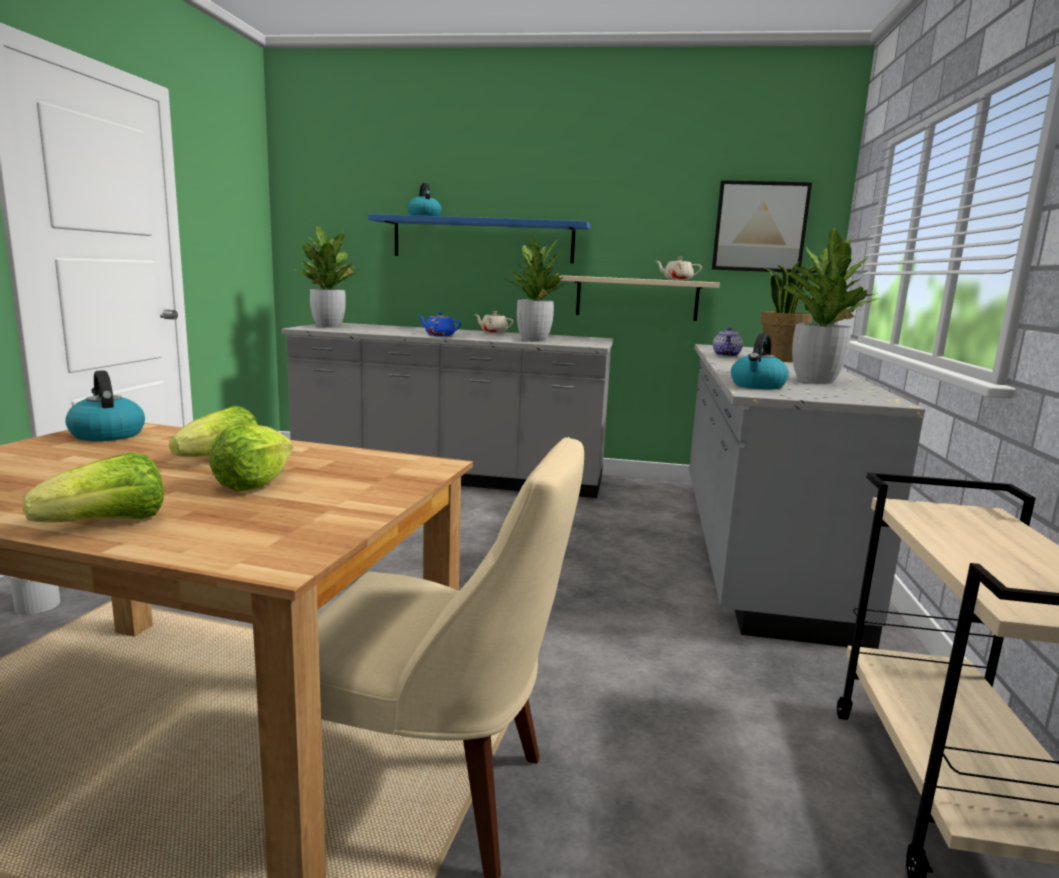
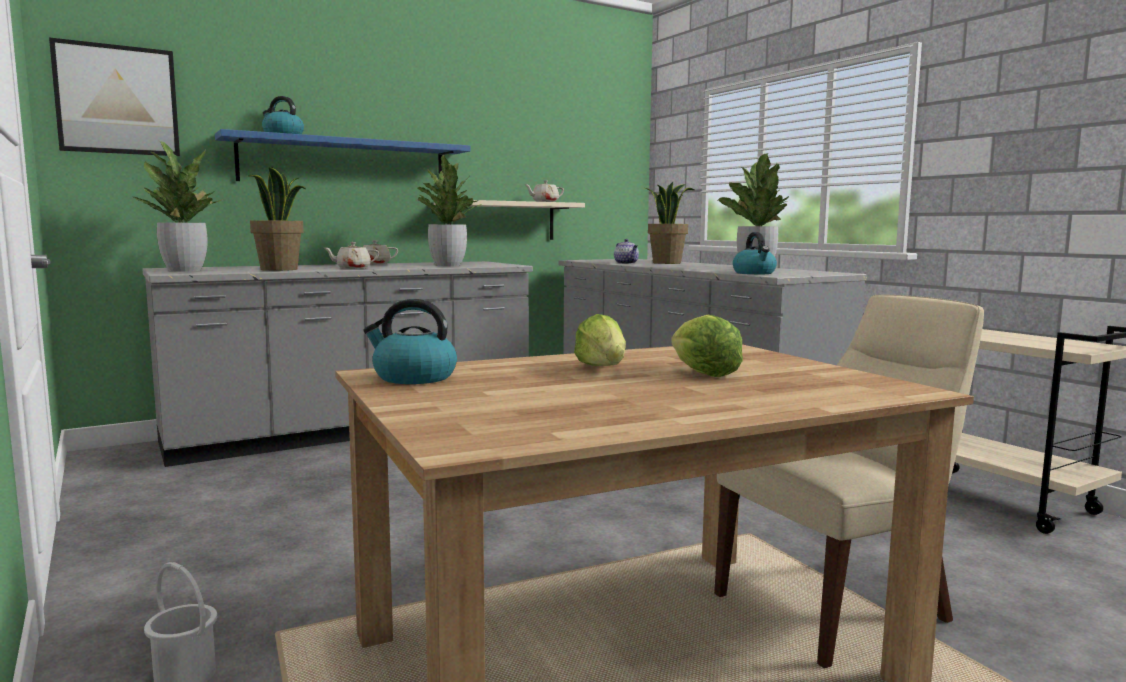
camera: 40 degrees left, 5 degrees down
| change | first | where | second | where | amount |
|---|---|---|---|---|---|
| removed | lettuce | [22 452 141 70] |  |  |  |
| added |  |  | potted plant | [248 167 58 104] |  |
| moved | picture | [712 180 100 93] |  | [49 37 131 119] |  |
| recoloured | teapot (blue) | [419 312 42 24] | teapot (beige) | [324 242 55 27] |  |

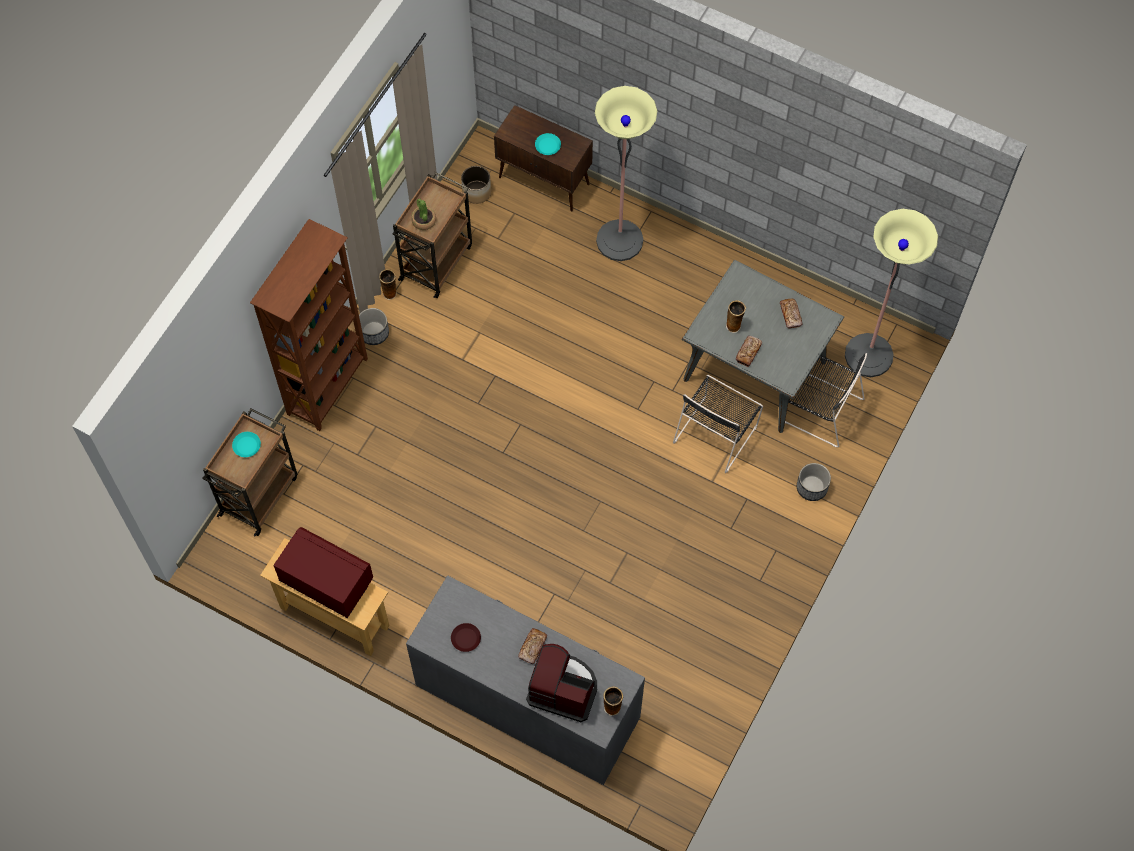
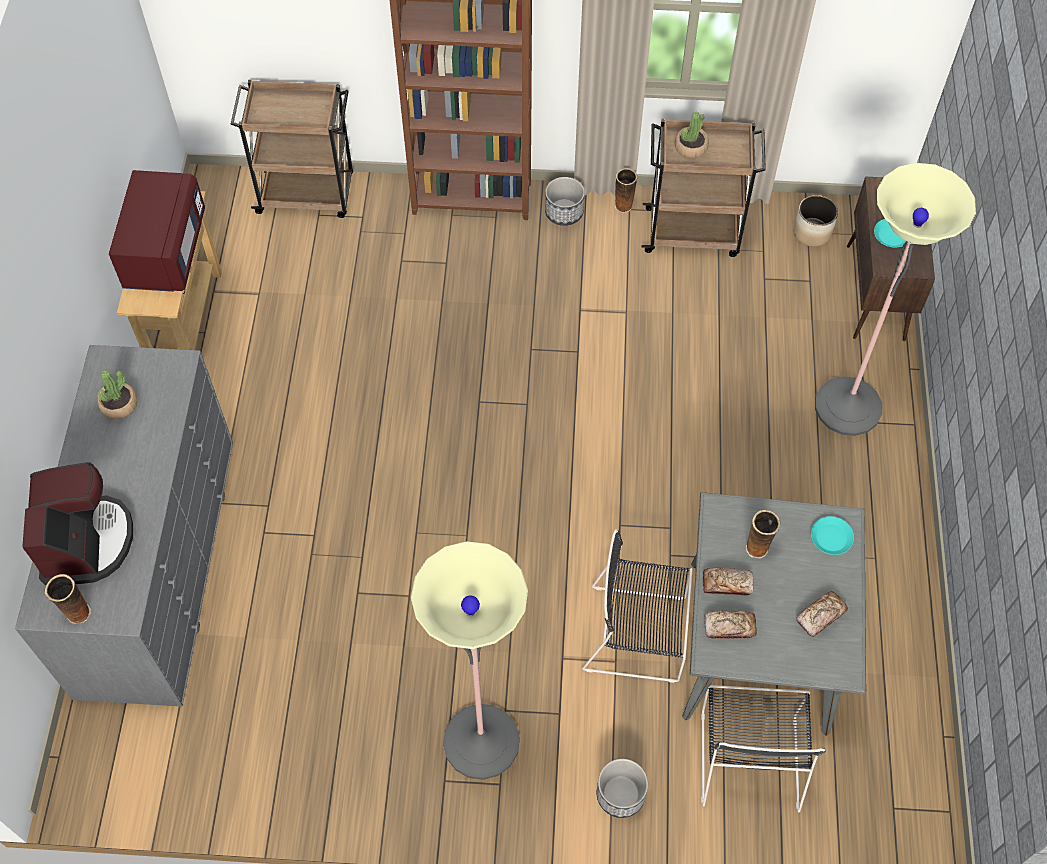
camera: 65 degrees right, 5 degrees down
| change | first | where | second | where | amount |
|---|---|---|---|---|---|
| moved | plate (turquoise) | [232 432 29 25] |  | [811 516 43 39] |  |
| moved | bread | [518 628 29 36] |  | [705 611 52 28] |  |
| moved | floor lamp | [845 209 93 168] |  | [411 541 117 239] |  |
| replaced | plate (brown) | [451 623 30 29] | potted plant | [97 370 41 49] |  |

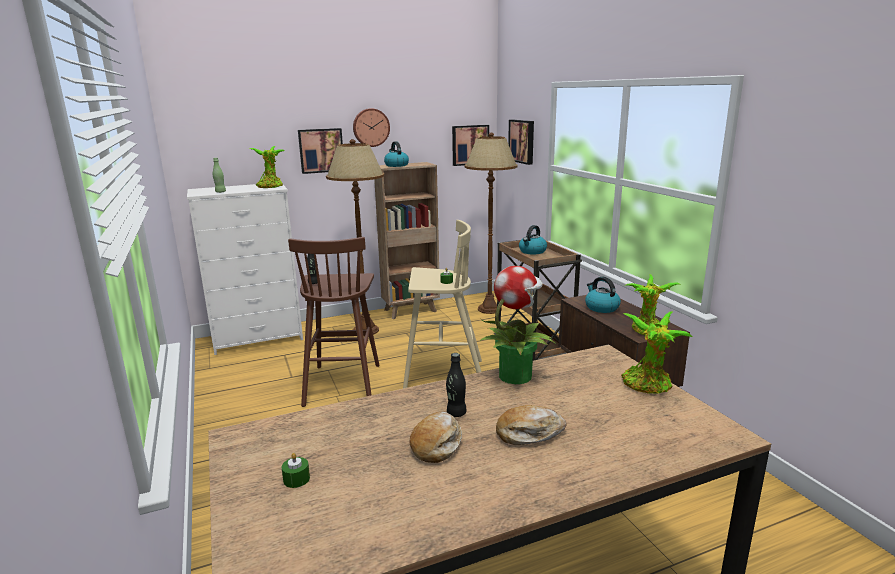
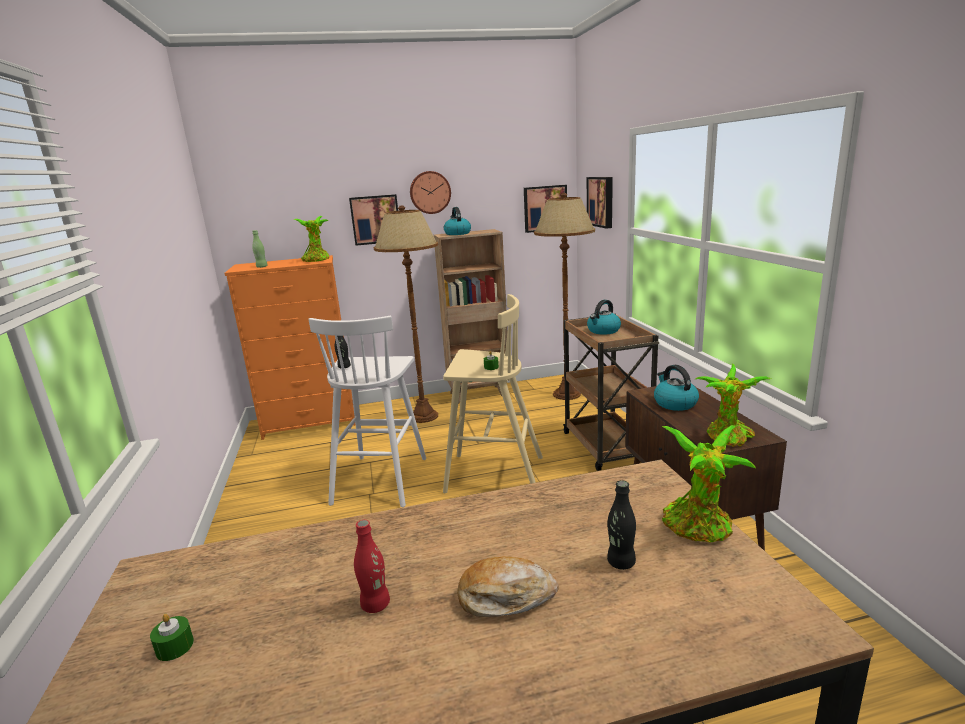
camera: 10 degrees right, 0 degrees up
| change | first | where | second | where | amount |
|---|---|---|---|---|---|
| removed | potted plant | [480 266 76 118] |  |  |  |
| moved | bottle (black) | [446 353 21 64] |  | [607 480 29 90] |  |
| replaced | bread | [410 412 52 51] | bottle (red) | [354 520 36 93] |  |
| recoloured | dresser (white) | [187 184 116 171] | dresser (orange) | [225 255 130 185] |  |
| recoloured | stool (brown) | [288 237 92 170] | stool (white) | [308 316 118 191] |  |

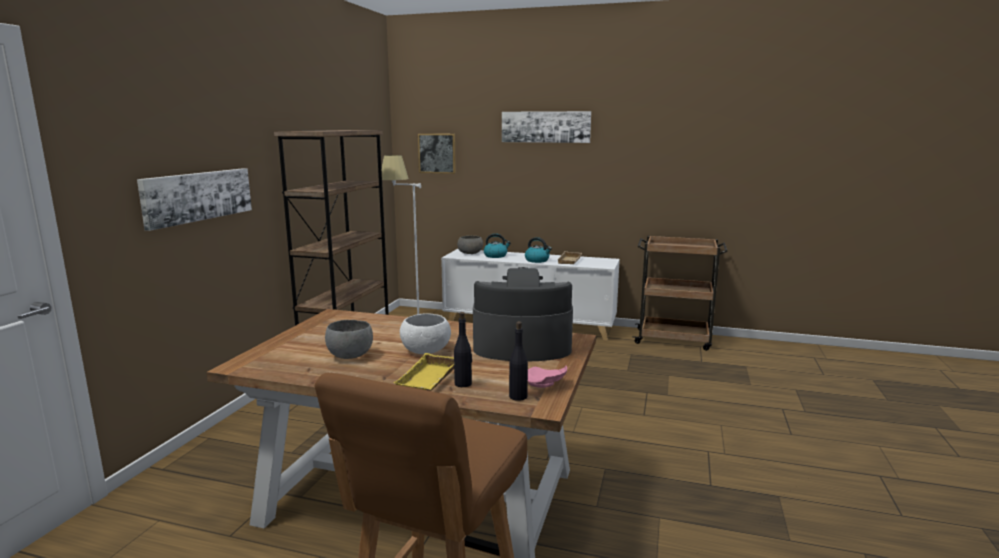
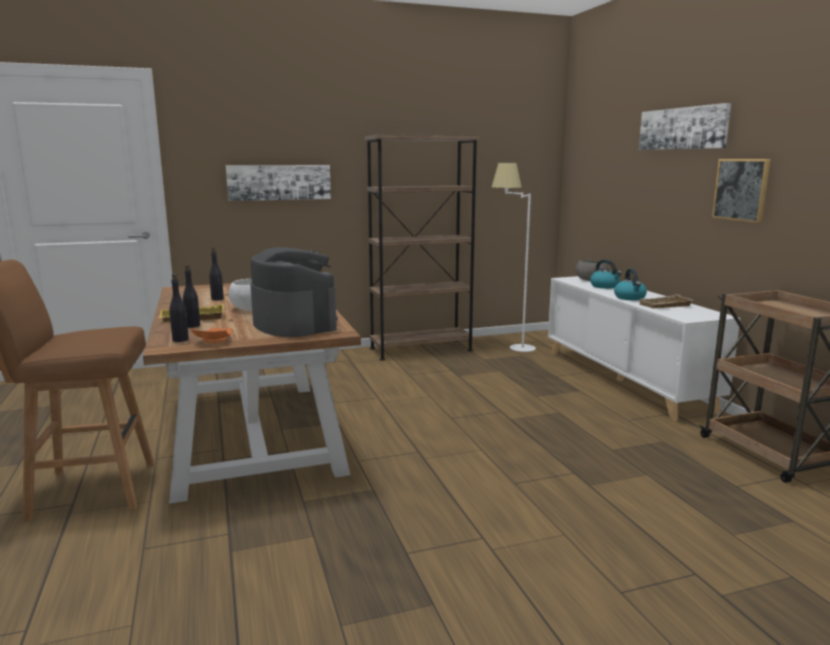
camera: 55 degrees right, 0 degrees up
| change | first | where | second | where | amount |
|---|---|---|---|---|---|
| moved | picture | [418 134 38 40] |  | [712 159 58 64] |  |
| replaced | bowl (grey) | [325 320 48 39] | bottle (black) | [209 247 15 54] |  |
| recoloured | plate (pink) | [528 366 39 22] | plate (orange) | [191 328 41 15] |  |

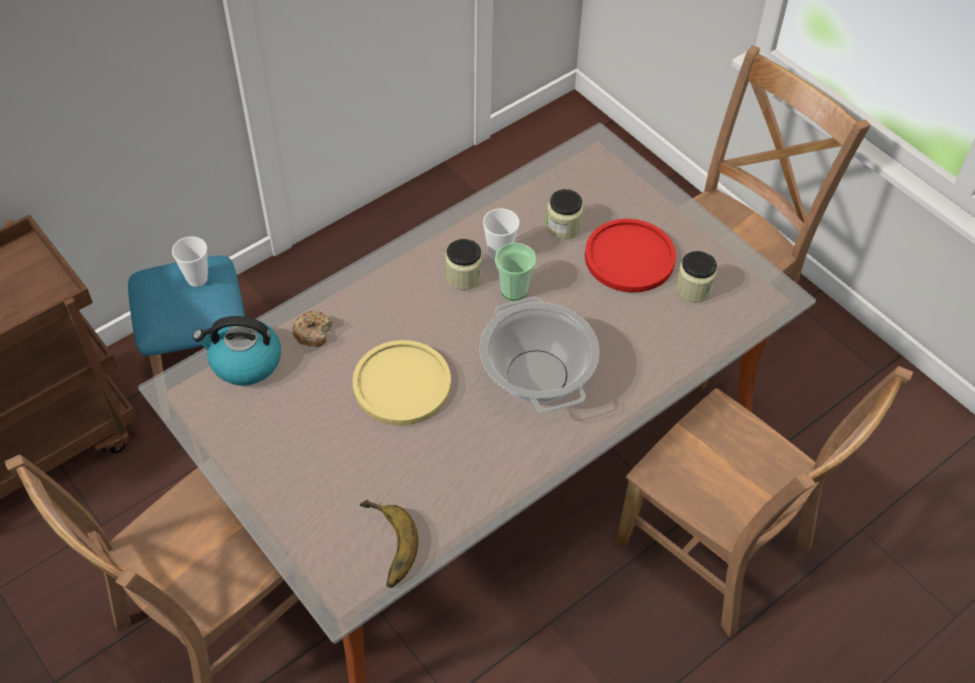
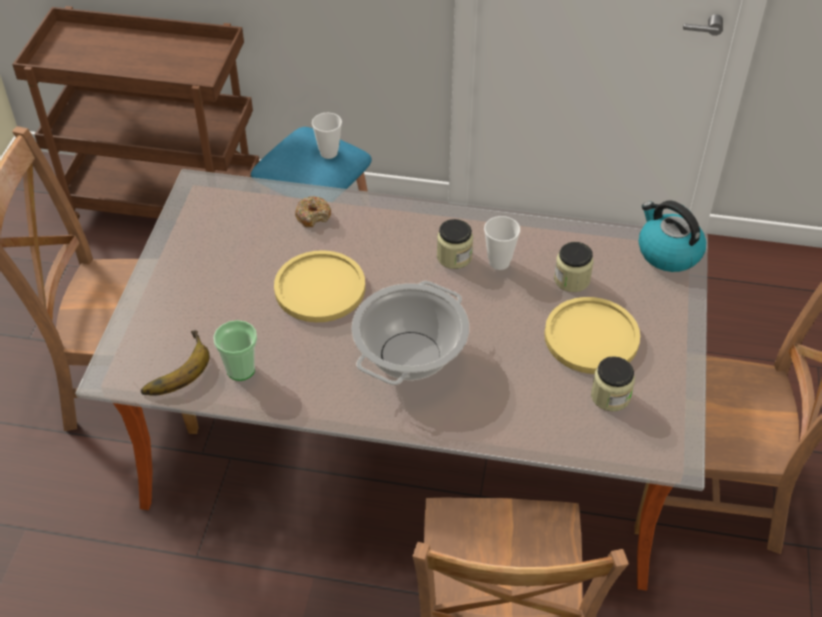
camera: 50 degrees right, 5 degrees down
| change | first | where | second | where | amount |
|---|---|---|---|---|---|
| moved | kettle | [193 316 88 70] |  | [639 200 67 72] |  |
| moved | cup | [495 243 41 57] |  | [213 320 44 61] |  |
| recoloured | plate (red) | [585 219 91 74] | plate (yellow) | [544 297 96 77] |  |

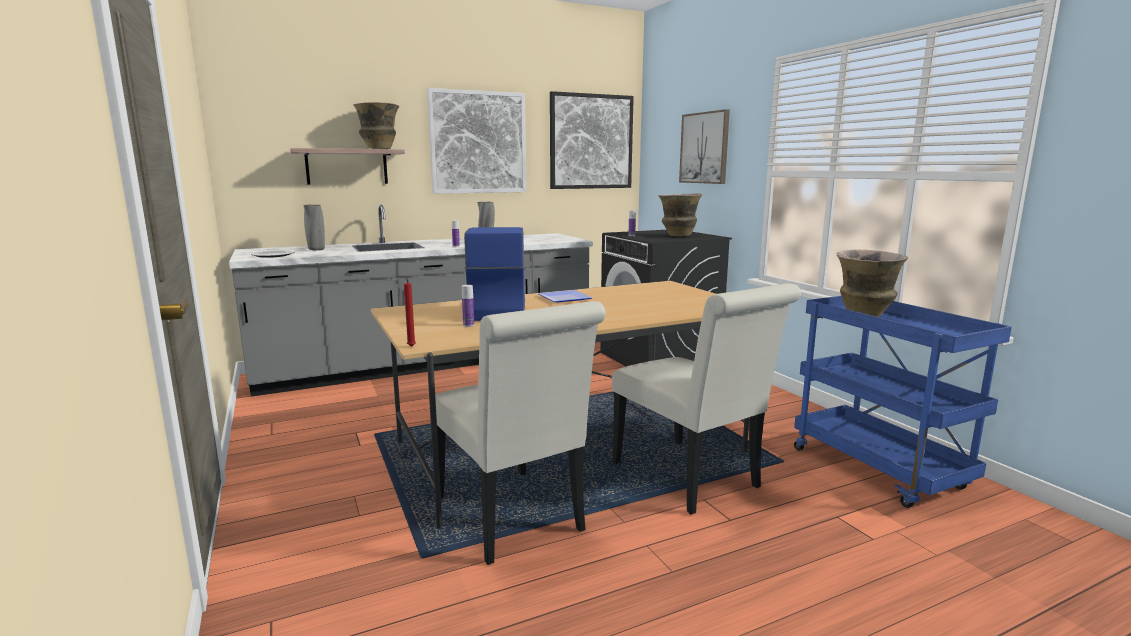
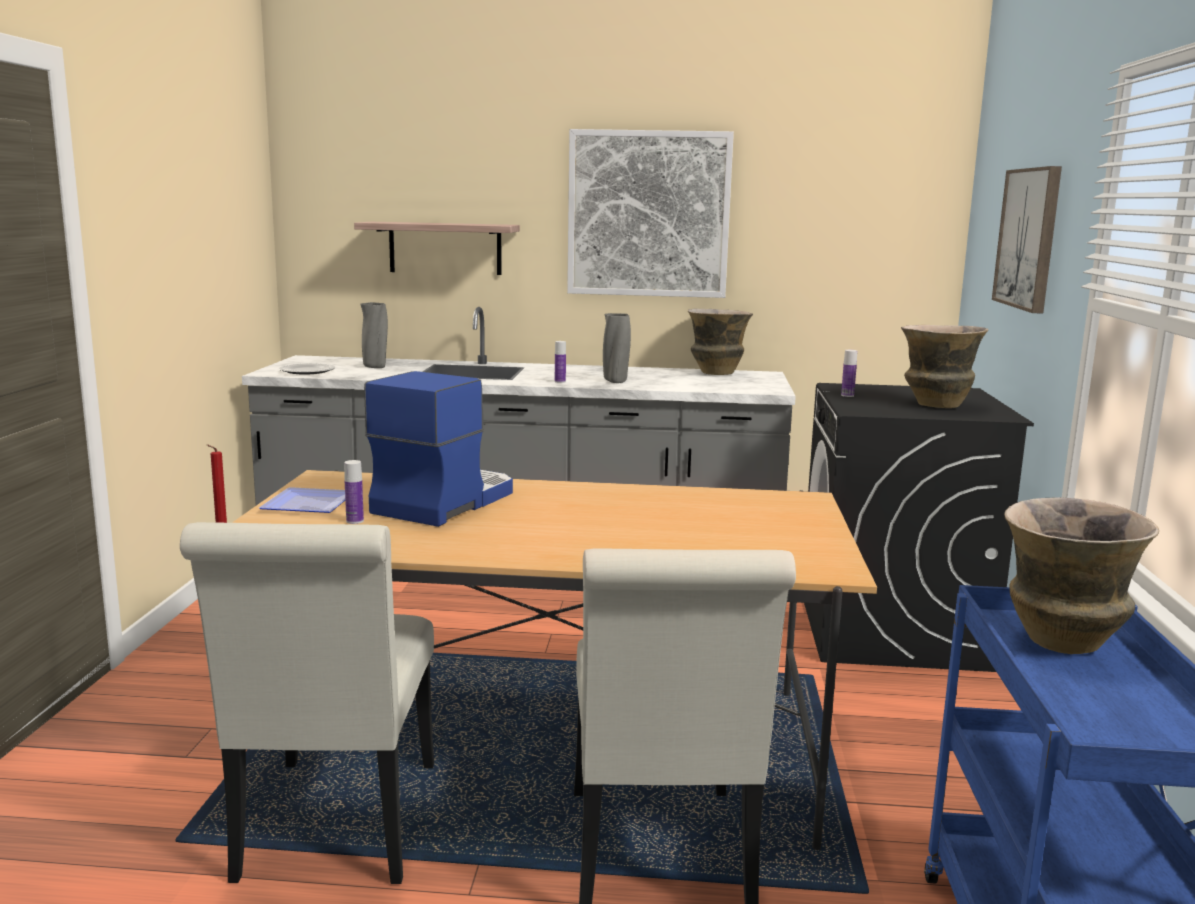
camera: 30 degrees right, 0 degrees up
| change | first | where | second | where | amount |
|---|---|---|---|---|---|
| removed | picture | [550 91 84 98] |  |  |  |
| moved | vase | [353 102 46 47] |  | [688 308 65 67] |  |
| moved | plate | [538 290 54 12] |  | [259 487 86 26] |  |

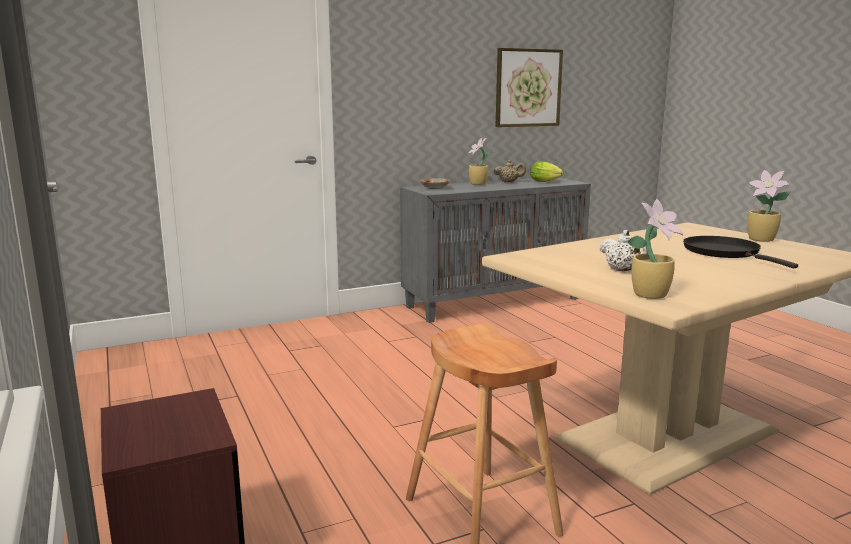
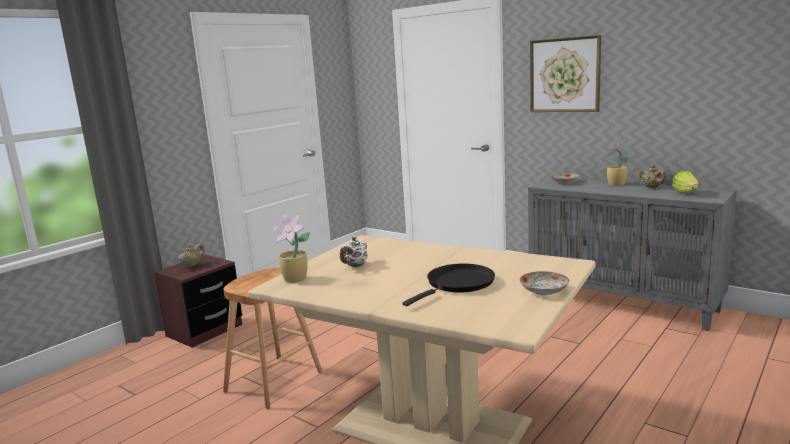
camera: 65 degrees right, 0 degrees up
| change | first | where | second | where | amount |
|---|---|---|---|---|---|
| added |  |  | teapot (beige) | [178 243 27 24] |  |
| moved | picture | [495 48 68 79] |  | [530 35 71 77] |  |
| replaced | potted plant | [747 170 44 72] | plate | [520 271 49 24] |  |

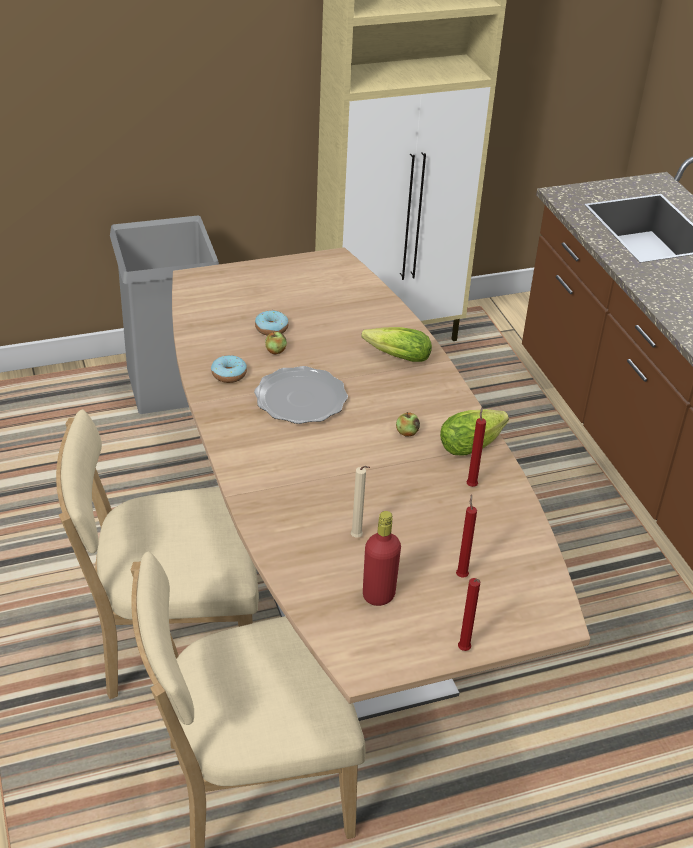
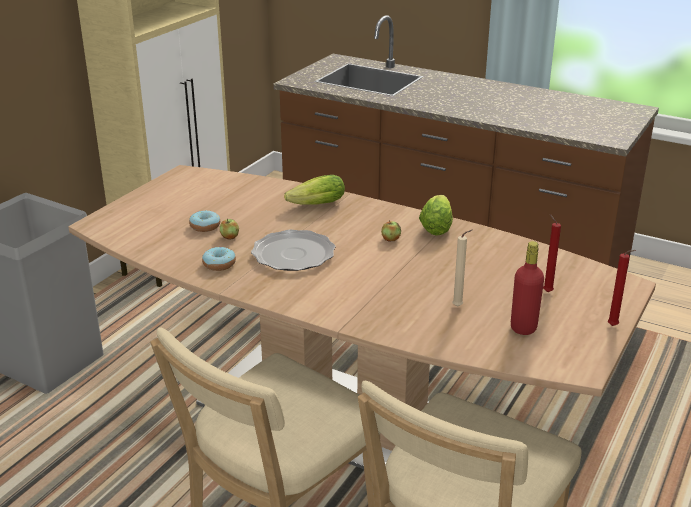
camera: 40 degrees left, 10 degrees down
| change | first | where | second | where | amount |
|---|---|---|---|---|---|
| removed | candle (red) | [467 407 19 80] |  |  |  |

